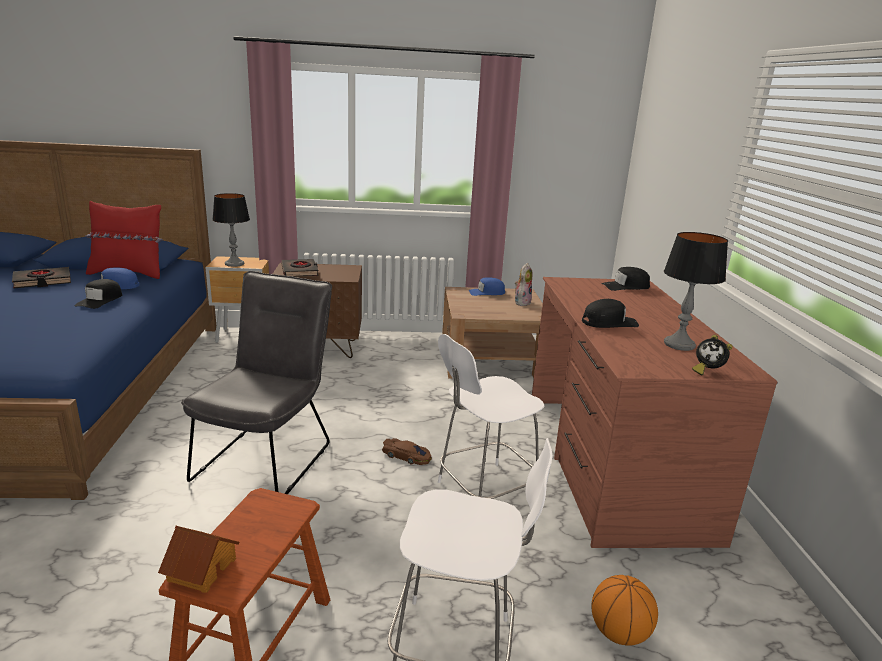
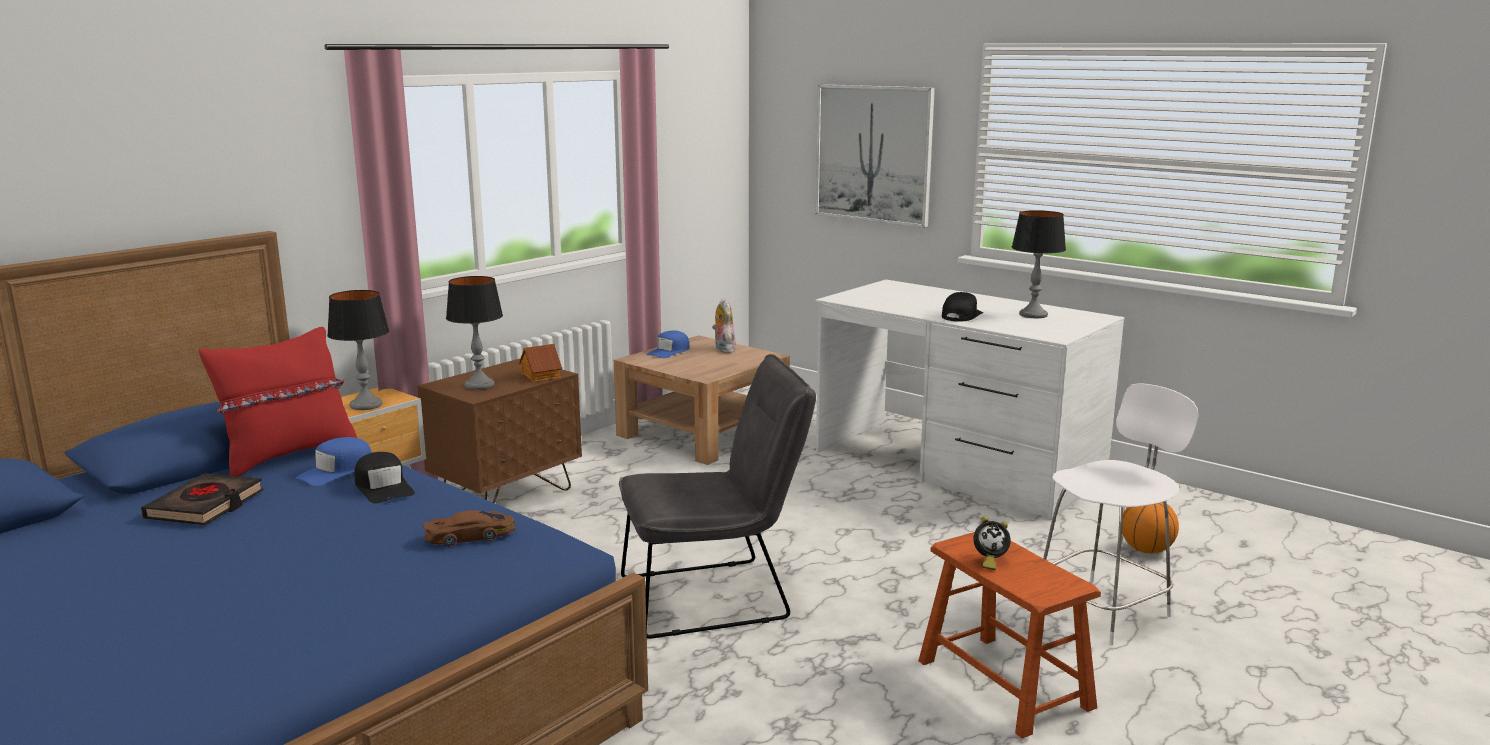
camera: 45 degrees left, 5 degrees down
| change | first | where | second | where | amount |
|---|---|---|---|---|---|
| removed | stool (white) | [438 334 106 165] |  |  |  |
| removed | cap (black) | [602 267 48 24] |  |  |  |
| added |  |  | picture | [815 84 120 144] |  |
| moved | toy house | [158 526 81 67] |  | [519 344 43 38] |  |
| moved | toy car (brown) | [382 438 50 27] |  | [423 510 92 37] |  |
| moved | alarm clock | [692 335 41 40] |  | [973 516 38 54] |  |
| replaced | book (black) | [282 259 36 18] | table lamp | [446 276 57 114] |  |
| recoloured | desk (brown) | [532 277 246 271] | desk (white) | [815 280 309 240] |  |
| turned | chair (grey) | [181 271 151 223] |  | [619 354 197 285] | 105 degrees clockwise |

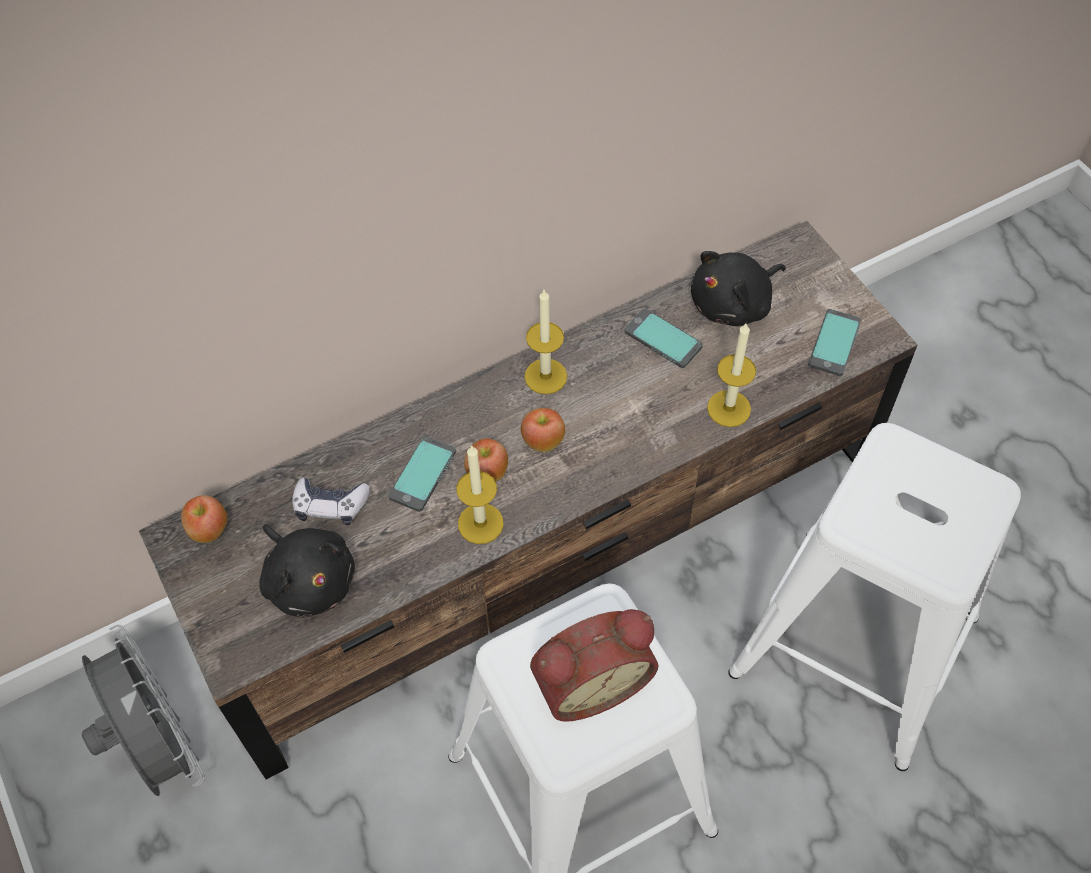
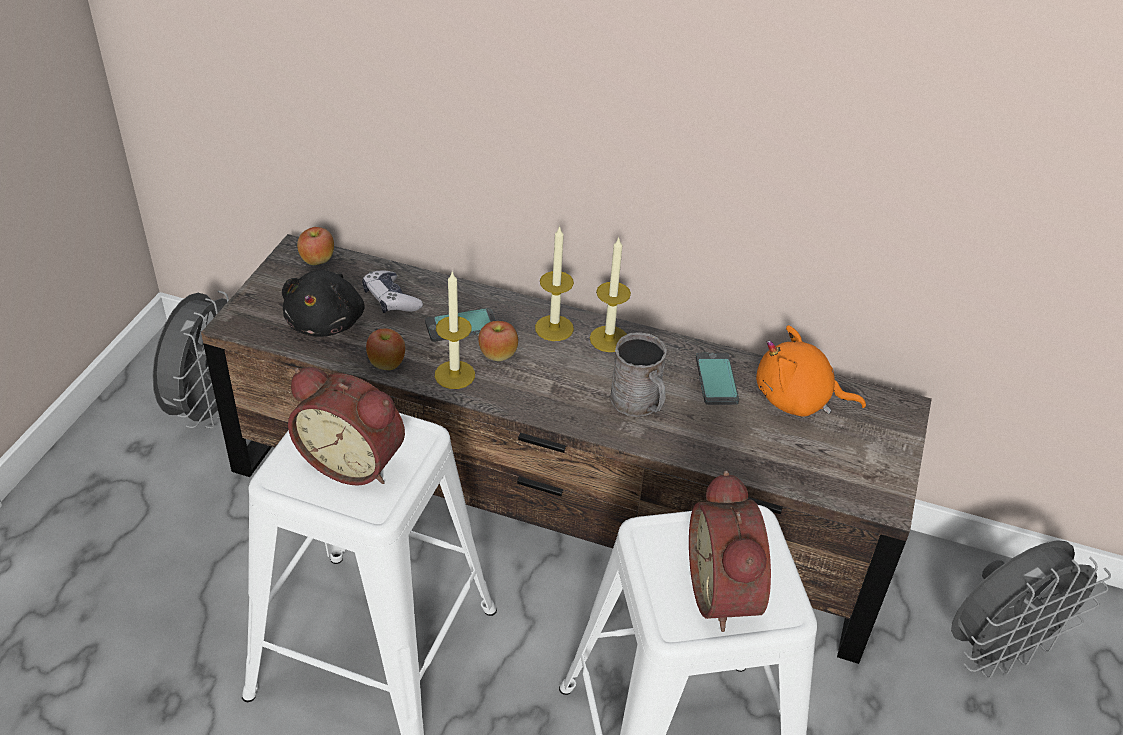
camera: 45 degrees right, 15 degrees down
| change | first | where | second | where | amount |
|---|---|---|---|---|---|
| removed | phone | [808 309 53 67] |  |  |  |
| added |  |  | mug (grey) | [611 332 56 85] |  |
| added |  |  | alarm clock | [689 470 82 162] |  |
| added |  |  | fan (grey) | [951 540 160 139] |  |
| moved | apple | [521 408 44 44] |  | [366 328 39 42] |  |
| moved | candle | [707 324 49 103] |  | [535 225 39 116] |  |
| recoloured | plush toy (black) | [691 251 95 75] | plush toy (orange) | [756 325 110 92] |  |

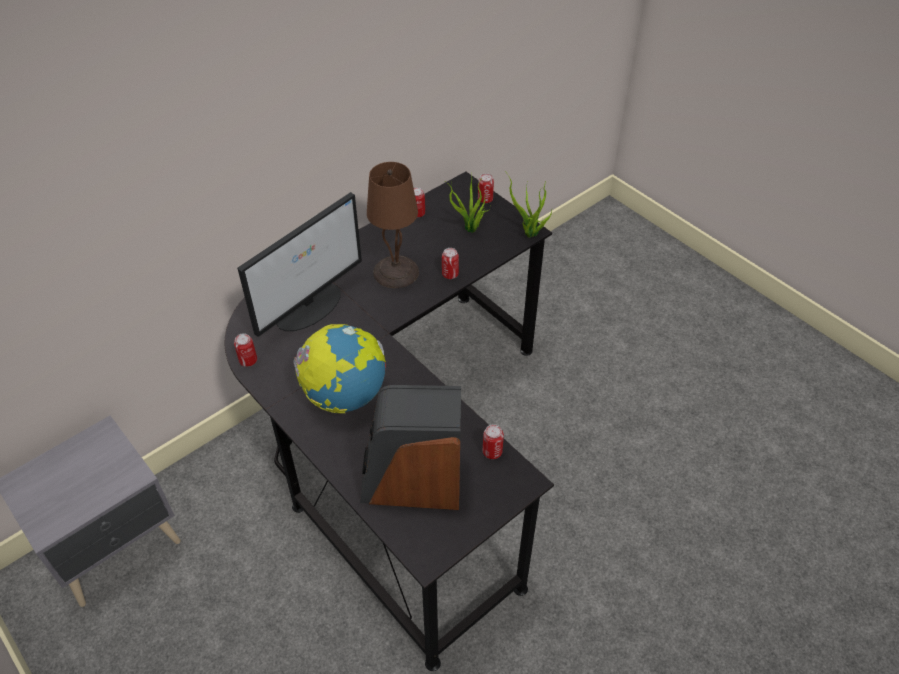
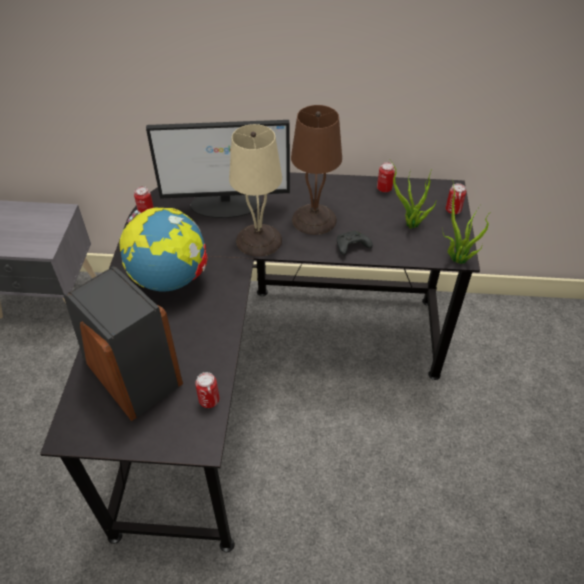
camera: 45 degrees right, 0 degrees up
| change | first | where | second | where | amount |
|---|---|---|---|---|---|
| added |  |  | table lamp (beige) | [229 124 53 133] |  |
| replaced | can | [442 248 17 31] | game controller (black) | [337 231 36 24] |  |

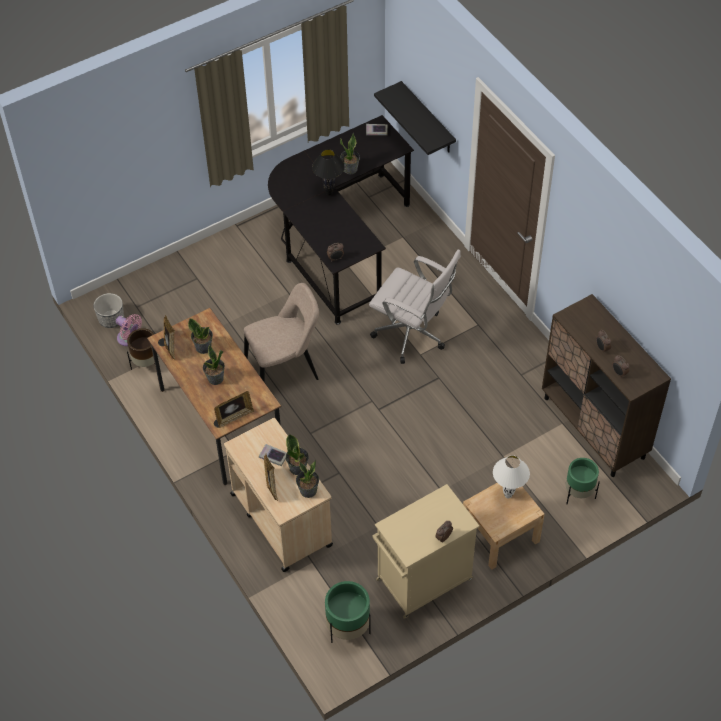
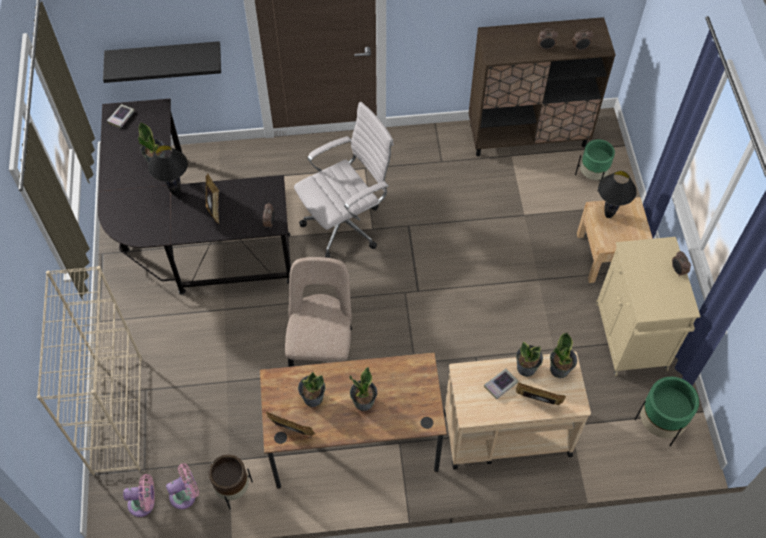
camera: 65 degrees left, 5 degrees up
| change | first | where | second | where | amount |
|---|---|---|---|---|---|
| added |  |  | bookcase (beige) | [37 266 106 210] |  |
| moved | picture frame | [214 391 40 37] |  | [206 173 13 51] |  |
| replaced | planter | [93 293 31 35] | fan (pink) | [123 474 32 43] |  |
| recoloured | table lamp (white) | [493 455 37 43] | table lamp (black) | [598 171 39 47] |  |

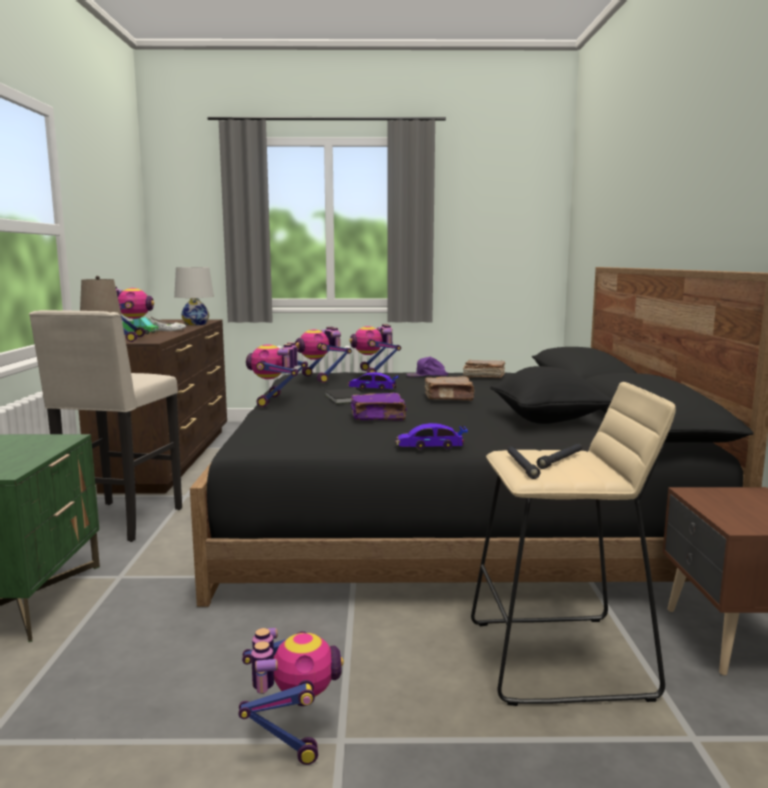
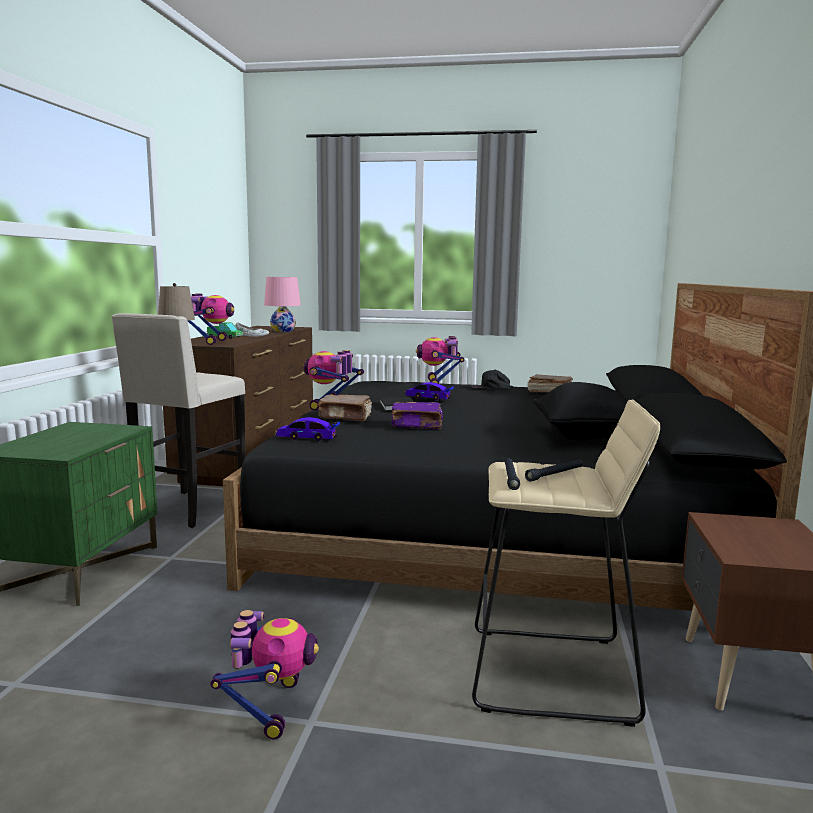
camera: 10 degrees right, 0 degrees up
| change | first | where | second | where | amount |
|---|---|---|---|---|---|
| removed | toy robot | [295 327 57 56] |  |  |  |
| moved | toy car | [395 423 73 27] |  | [275 417 65 24] |  |
| moved | book (brown) | [424 376 51 25] |  | [317 395 55 26] |  |
| recoloured | table lamp (white) | [174 267 40 58] | table lamp (pink) | [264 277 37 55] |  |
| recoloured | cap (purple) | [407 357 41 20] | cap (black) | [471 370 42 19] |  |

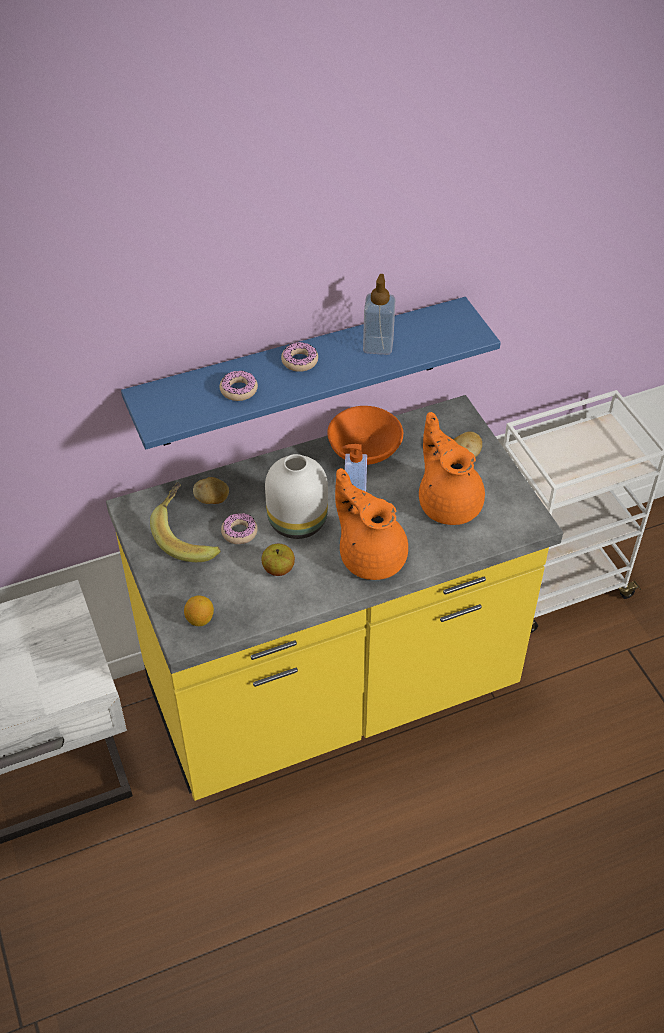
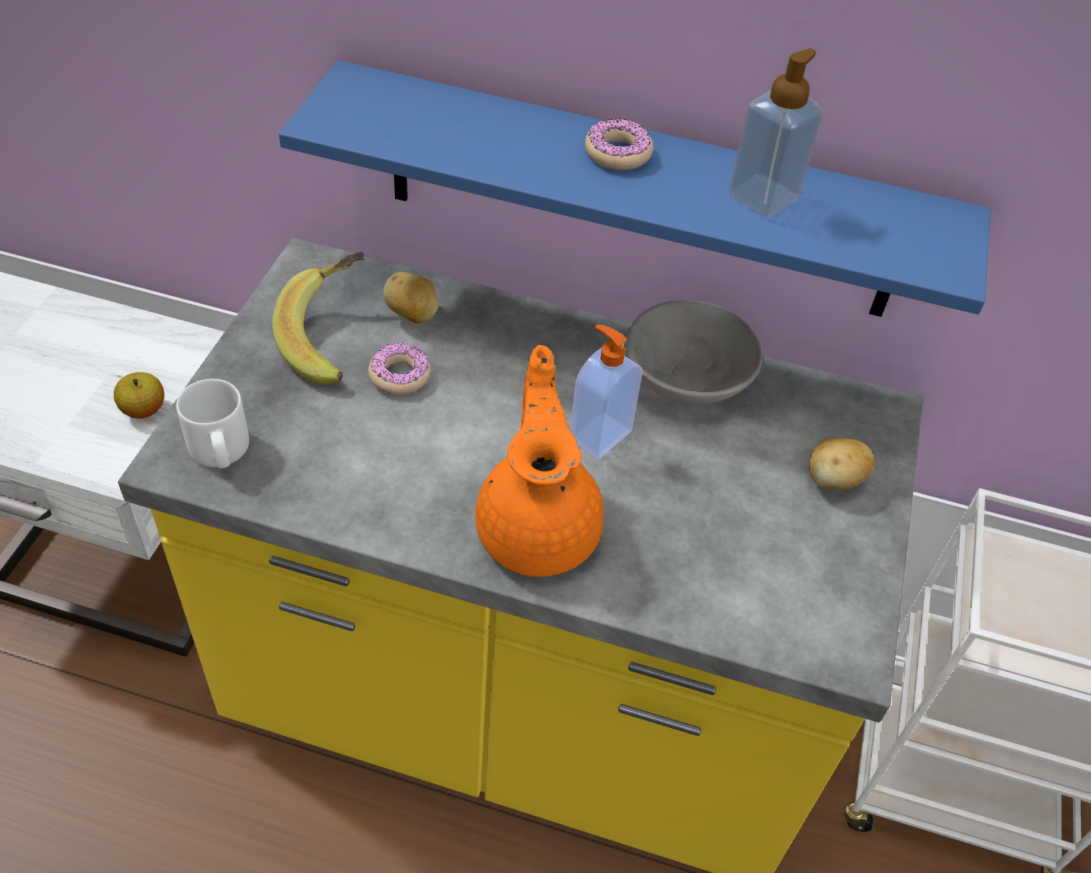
camera: 35 degrees right, 0 degrees up
| change | first | where | second | where | amount |
|---|---|---|---|---|---|
| removed | donut | [220 370 38 31] |  |  |  |
| removed | vase (white) | [265 454 63 85] |  |  |  |
| removed | teapot (orange) | [419 412 66 113] |  |  |  |
| moved | apple | [261 544 34 32] |  | [114 372 50 46] |  |
| replaced | lemon | [184 595 30 31] | mug (white) | [176 379 73 89] |  |
| recoloured | bowl (orange) | [327 406 76 59] | bowl (grey) | [625 300 138 104] |  |

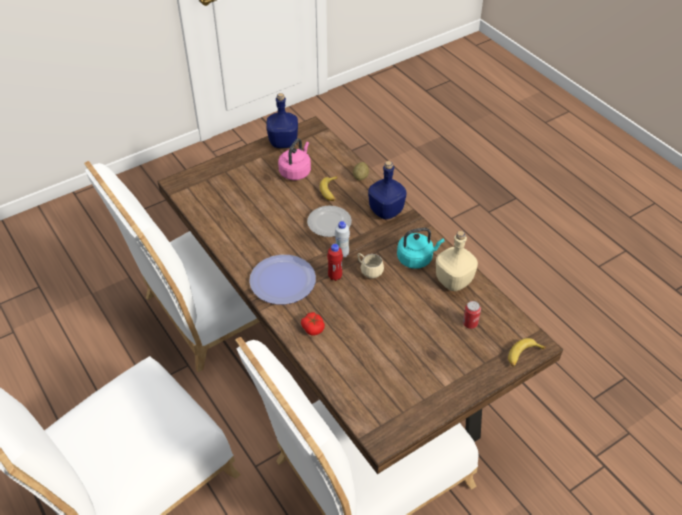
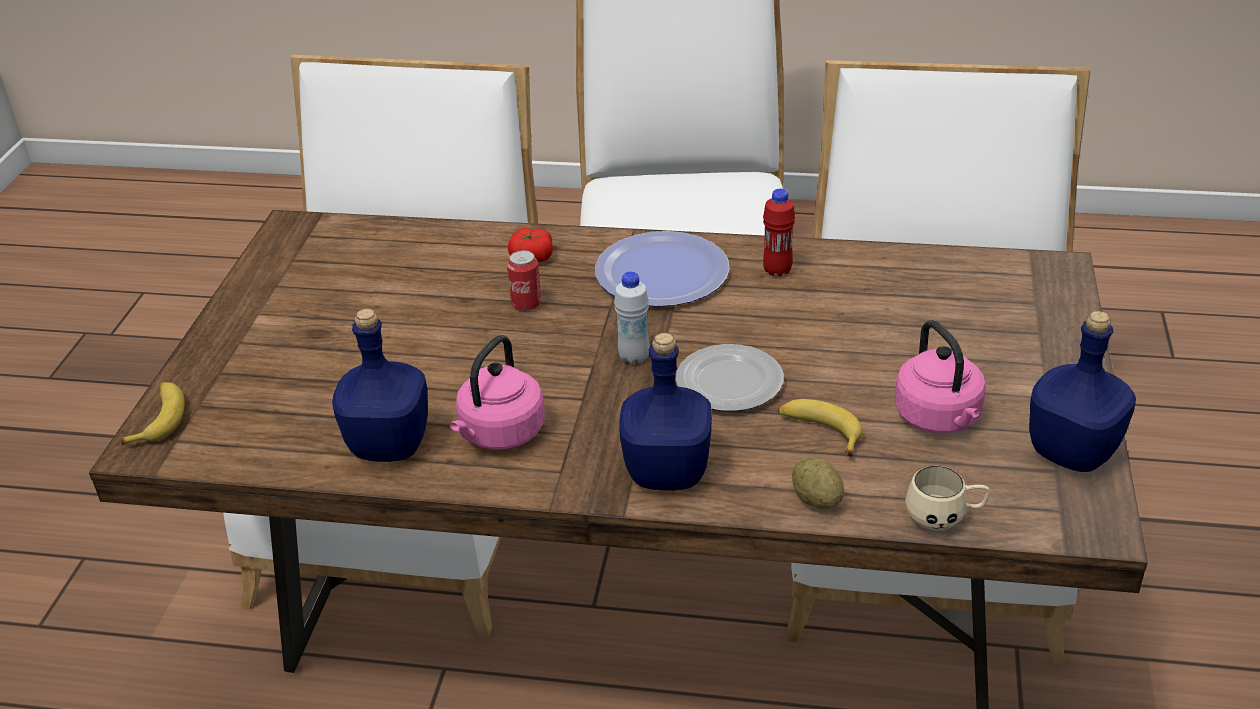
camera: 135 degrees right, 10 degrees down
| change | first | where | second | where | amount |
|---|---|---|---|---|---|
| moved | bottle (red) | [327 244 16 37] |  | [763 188 32 89] |  |
| moved | mug (beige) | [358 253 26 26] |  | [905 466 85 65] |  |
| moved | can | [463 301 18 28] |  | [507 250 35 61] |  |
| recoloured | kettle (turquoise) | [397 228 48 41] | kettle (pink) | [450 335 95 114] |  |
| recoloured | bottle (beige) | [436 231 42 60] | bottle (blue) | [332 309 96 153] |  |

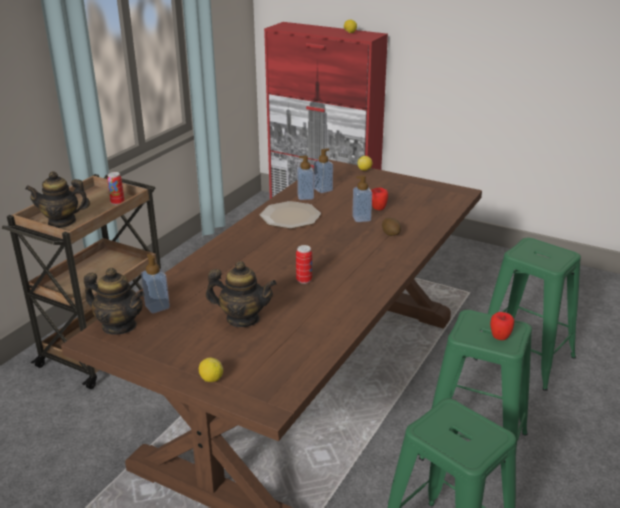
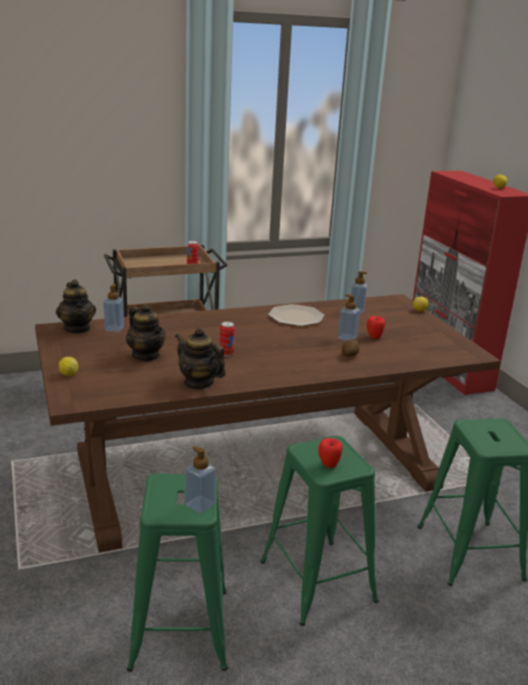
camera: 40 degrees right, 5 degrees down
| change | first | where | second | where | amount |
|---|---|---|---|---|---|
| moved | teapot | [25 171 65 57] |  | [175 328 51 62] |  |
| moved | soap dispenser | [297 156 17 44] |  | [185 446 31 67] |  |

